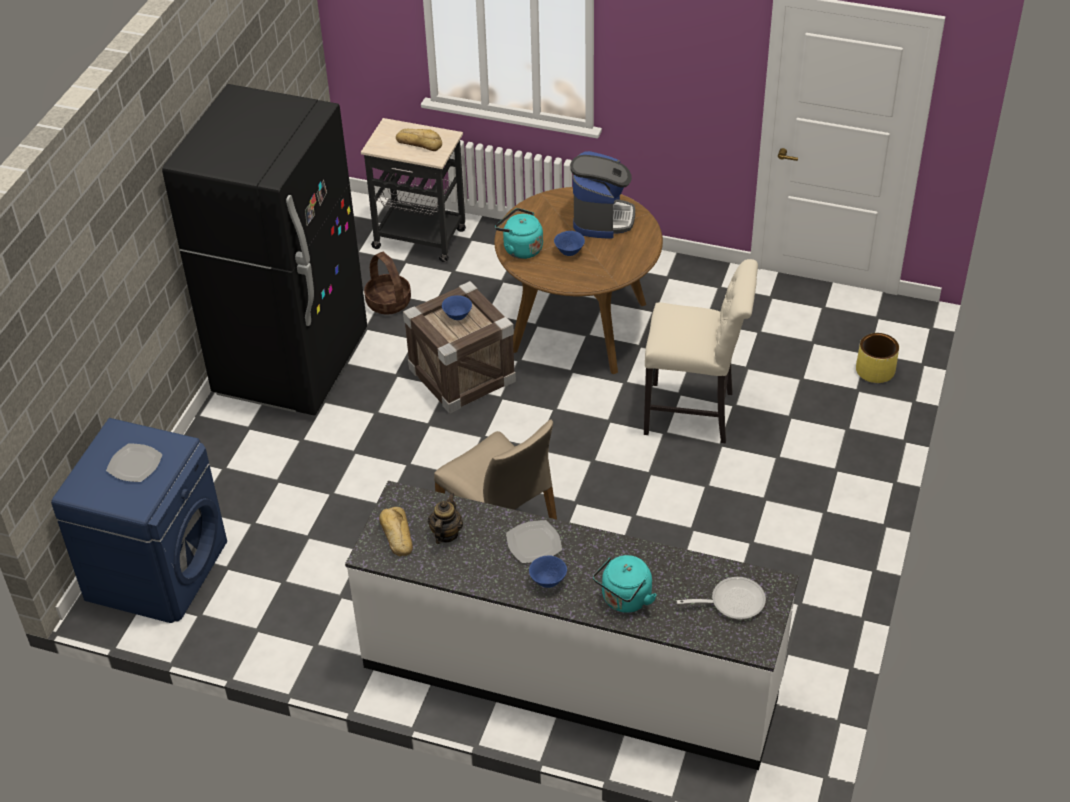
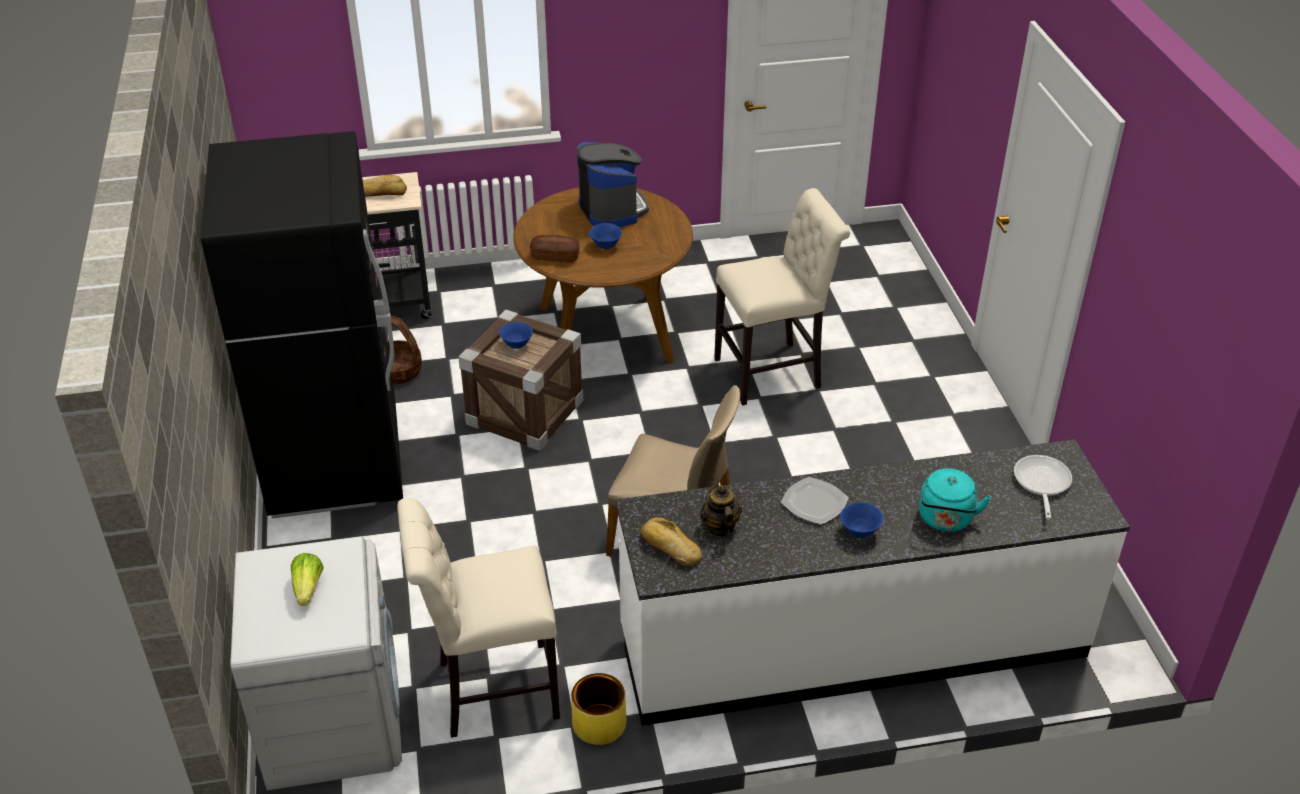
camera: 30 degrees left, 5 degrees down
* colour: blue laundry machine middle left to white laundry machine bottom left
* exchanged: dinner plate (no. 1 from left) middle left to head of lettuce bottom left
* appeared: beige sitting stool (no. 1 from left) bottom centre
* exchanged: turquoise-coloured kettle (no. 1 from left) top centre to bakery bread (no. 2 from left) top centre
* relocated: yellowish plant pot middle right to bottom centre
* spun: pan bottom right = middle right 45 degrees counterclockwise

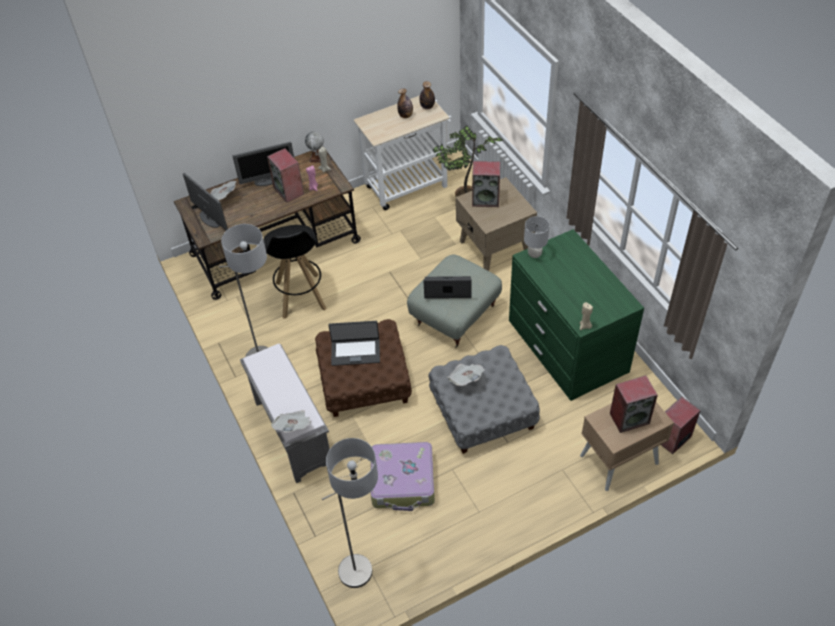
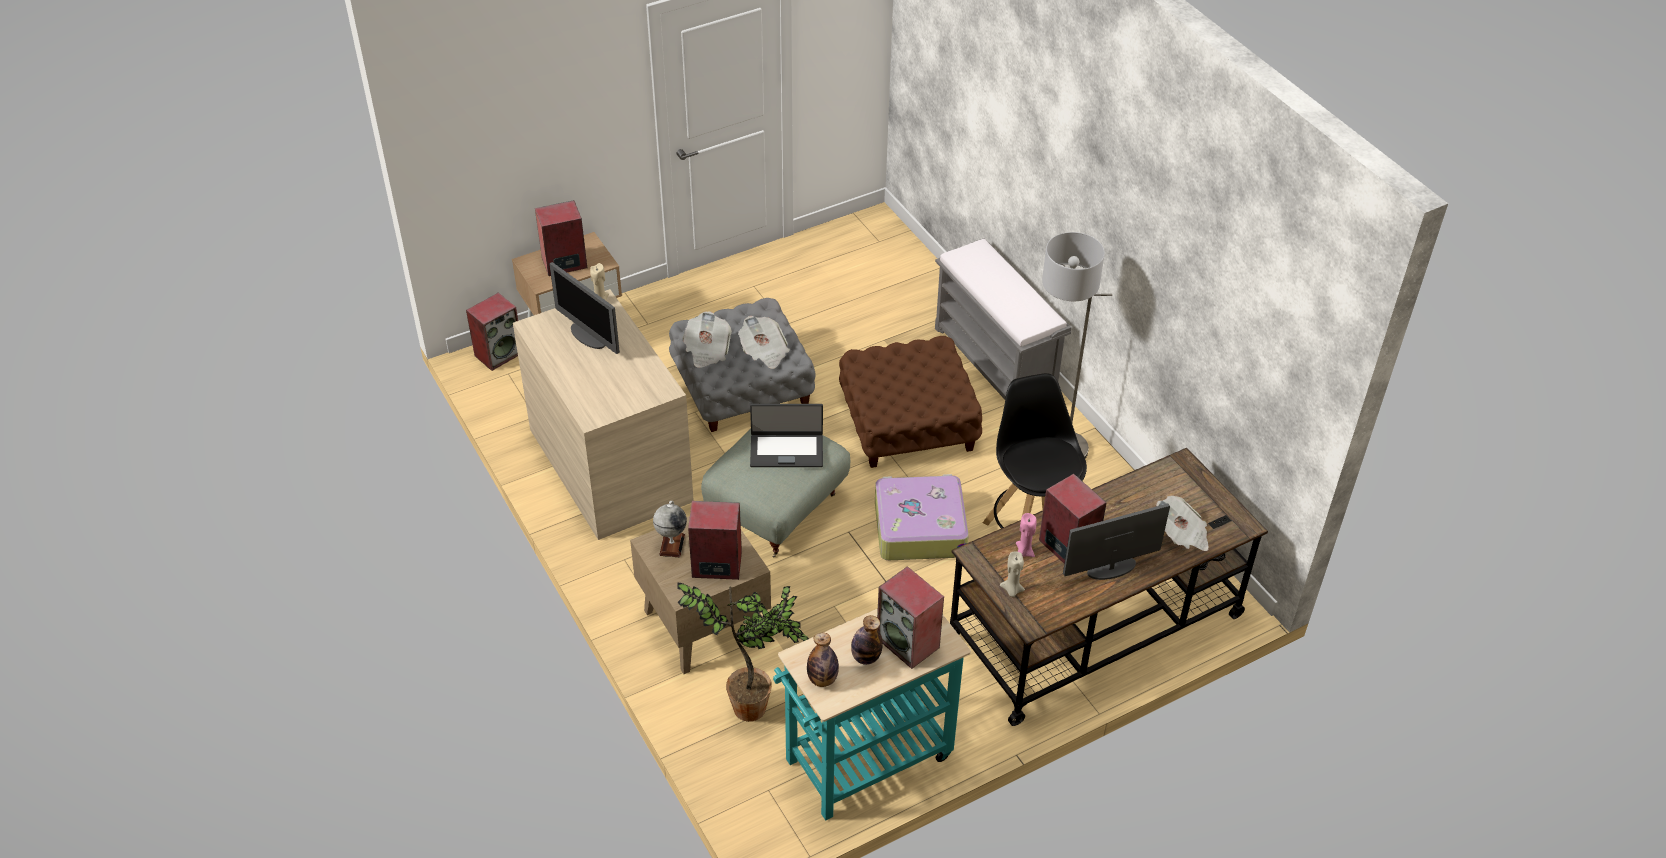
camera: 175 degrees right, 5 degrees down
* colour: green chest of drawers middle right to beige chest of drawers centre
* relocated: computer display (no. 1 from left) top left to centre
* relocated: globe top centre to centre
* relocated: newspaper (no. 2 from left in the first image) bottom centre to newspaper (no. 1 from left) centre
* colour: white wheeled cart top centre to turquoise-coloured wheeled cart bottom centre
* relocated: suitcase bottom centre to centre
* appeared: speaker (no. 4 from left) bottom centre
* missing: greyish standard lamp (no. 2 from left) bottom centre
* missing: portable computer (no. 1 from left) centre
* missing: greyish tabletop lamp centre

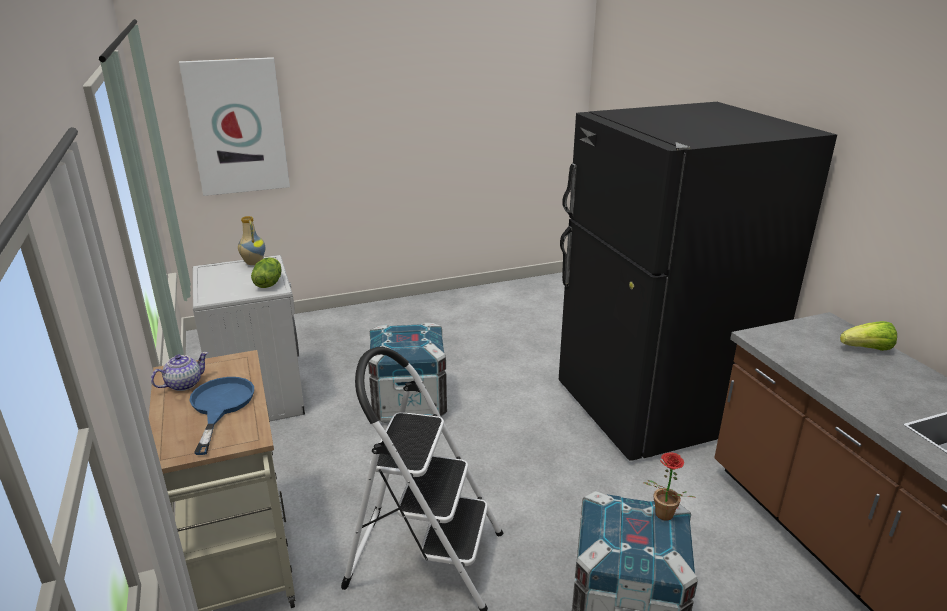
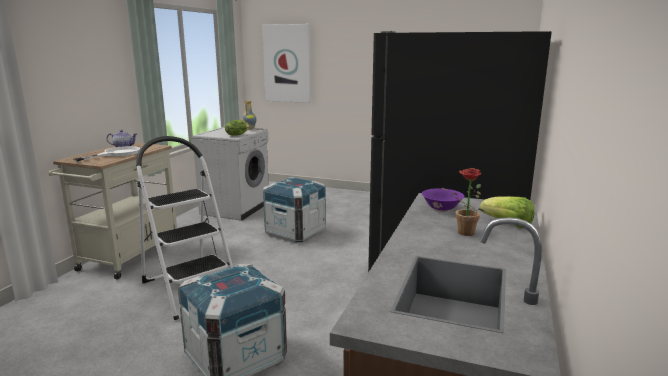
camera: 40 degrees right, 10 degrees down
* colour: blue pan bottom left to white pan middle left
* appeared: purple serving bowl centre
* relocated: potted plant bottom right to middle right

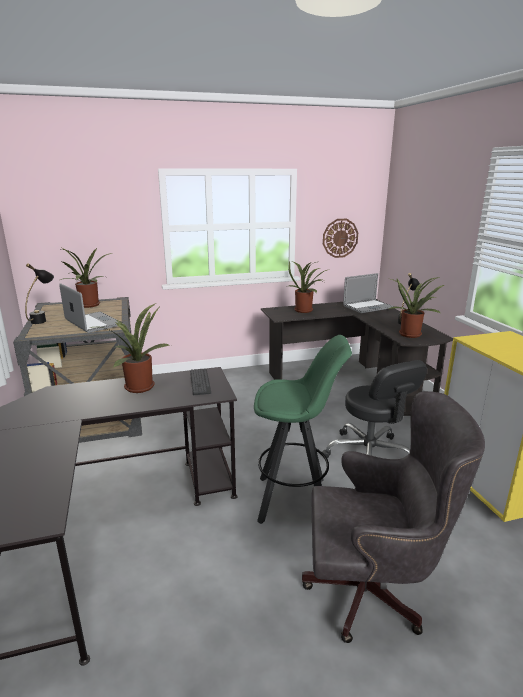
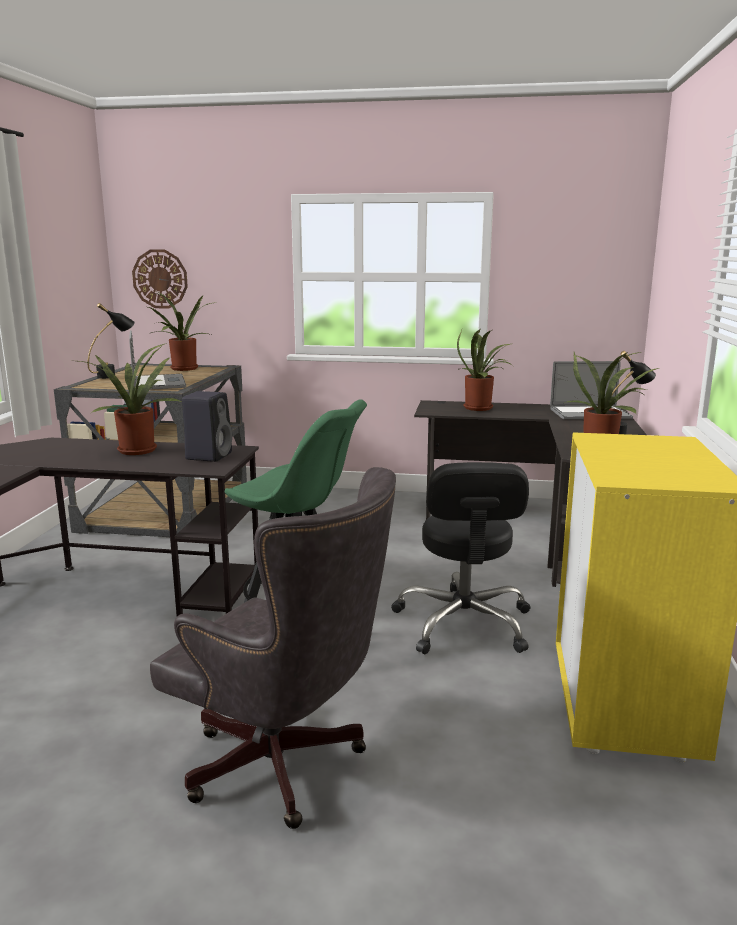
camera: 25 degrees right, 5 degrees down
* relocated: hanging clock centre to top left
* exchanged: keyboard centre to black-coloured speaker middle left

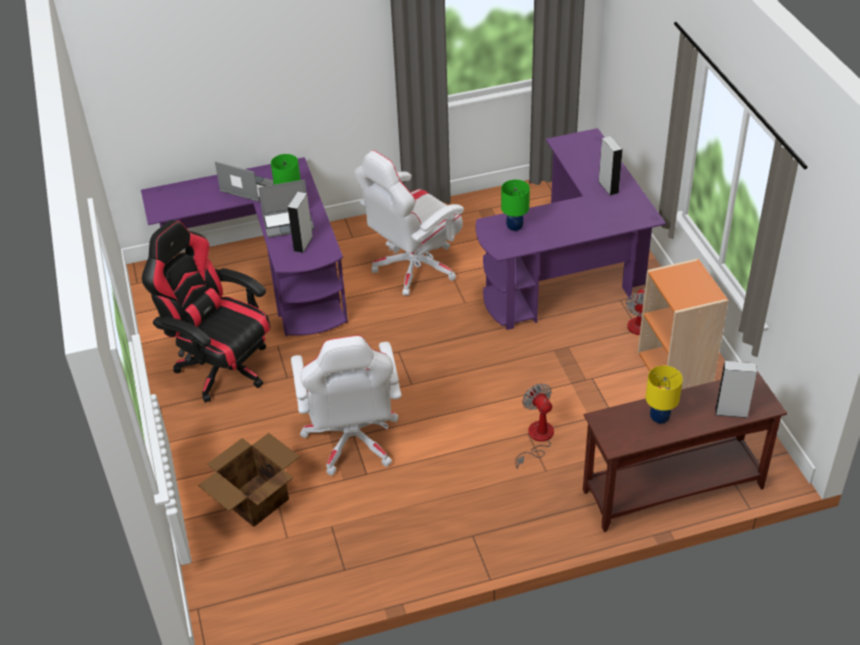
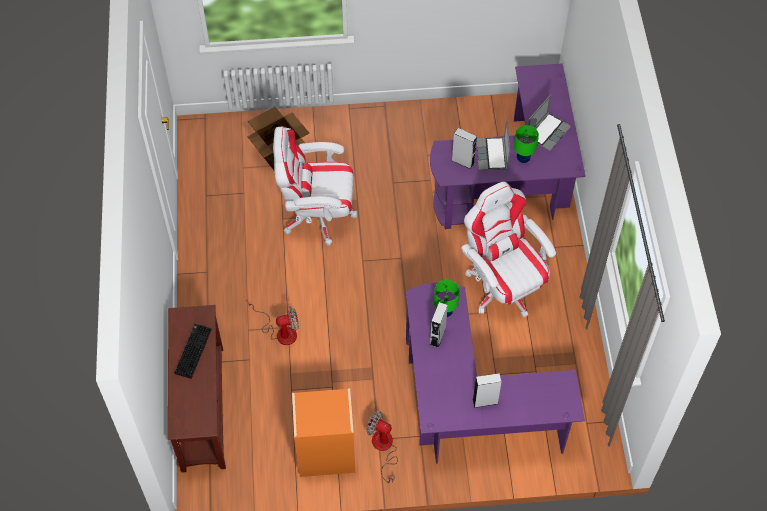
camera: 100 degrees right, 15 degrees up
* exchanged: yellowish tabletop lamp middle right to keyboard bottom left
* relocated: greyish speaker (no. 3 from left in the first image) middle right to greyish speaker (no. 1 from left) centre
* missing: black-coloured computer chair middle left

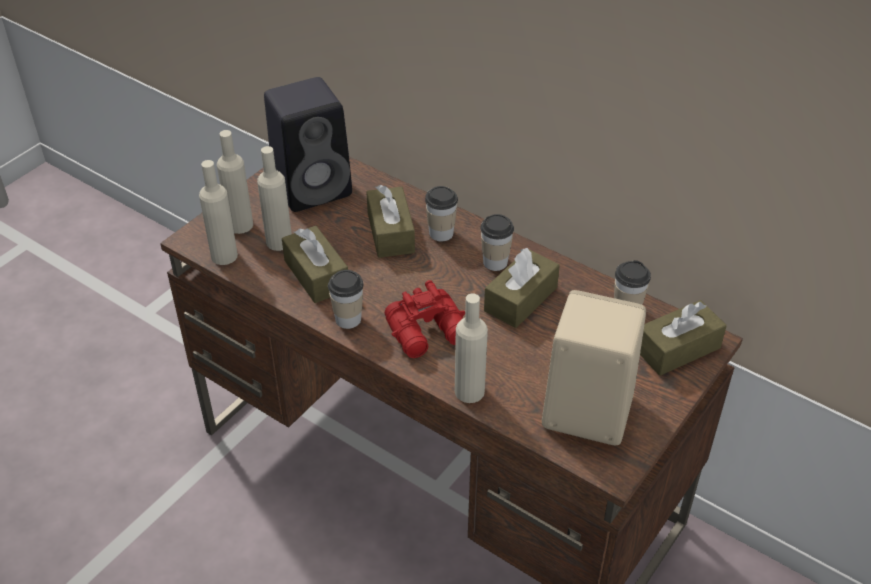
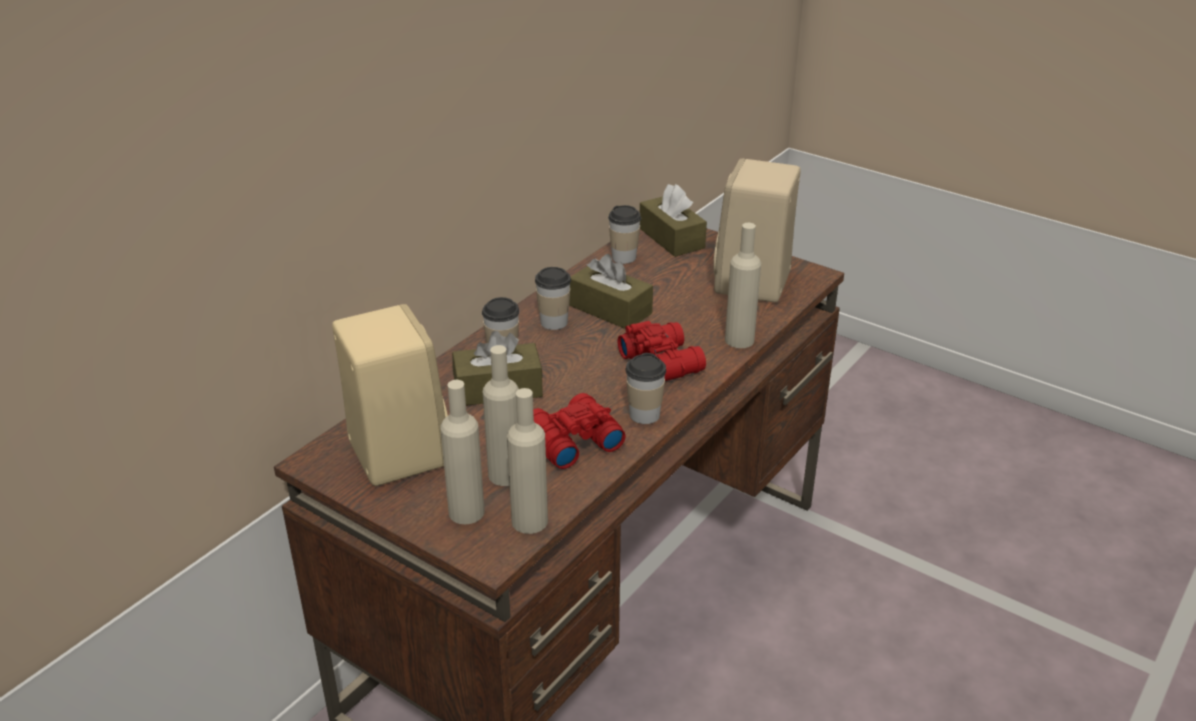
camera: 90 degrees left, 10 degrees down
* colour: black-coloured speaker top centre to beige speaker (no. 1 from left) middle left
* exchanged: brown-coloured tissue holder (no. 1 from left) centre to red binoculars (no. 1 from left) centre

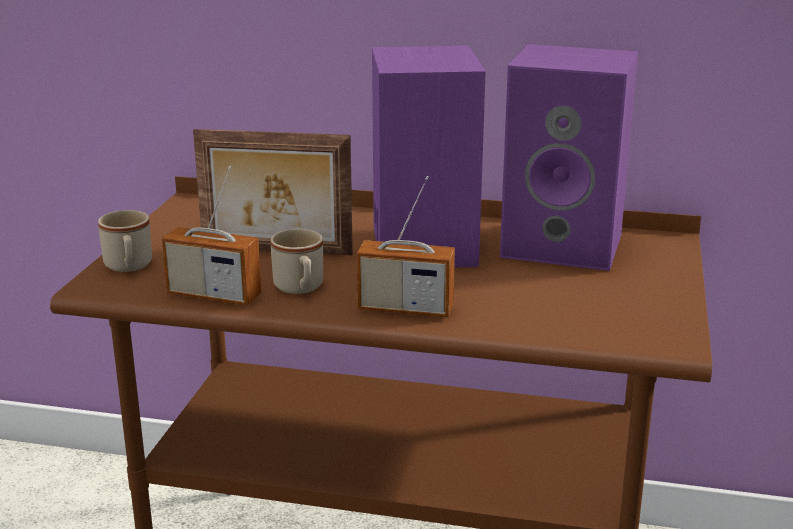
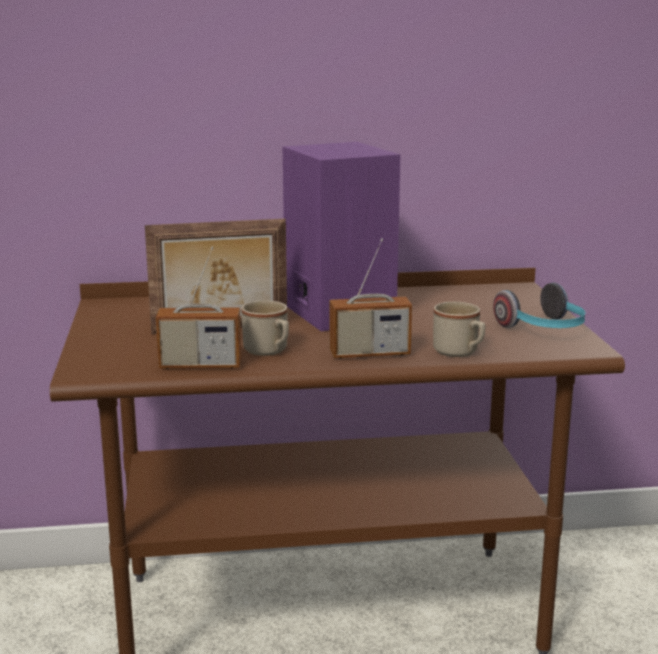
camera: 20 degrees left, 5 degrees down
* relocated: beige coffee mug (no. 1 from left in the first image) middle left to beige coffee mug (no. 2 from left) middle right
* appeared: headphones middle right
* missing: purple speaker (no. 2 from left) top right

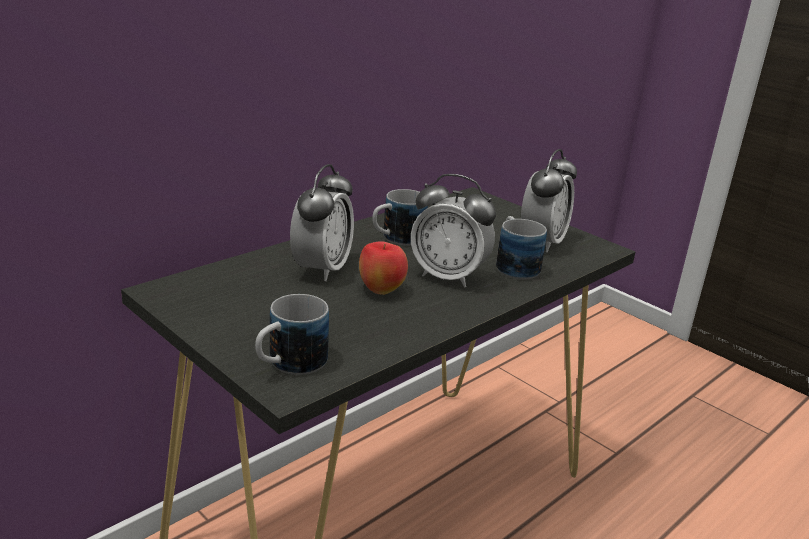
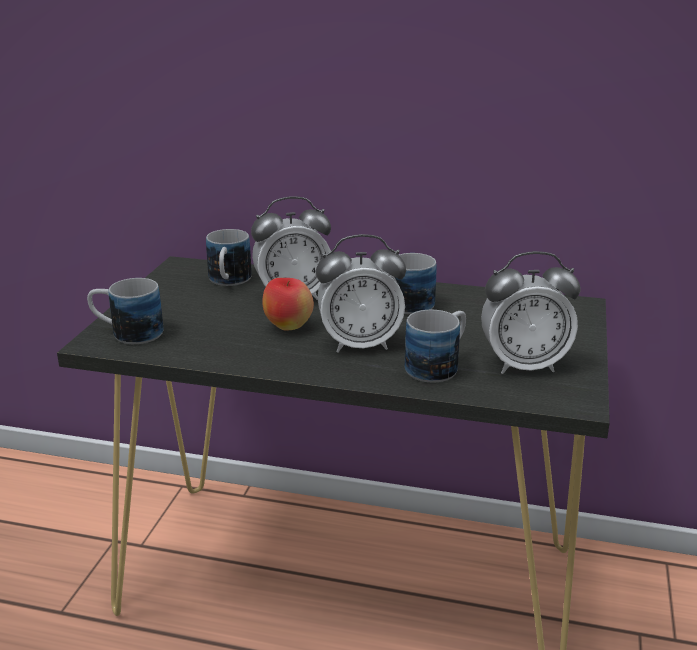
camera: 60 degrees right, 0 degrees up
* appeared: coffee mug (no. 2 from left) middle left
* spun: alarm clock (no. 2 from left) centre = centre 90 degrees counterclockwise

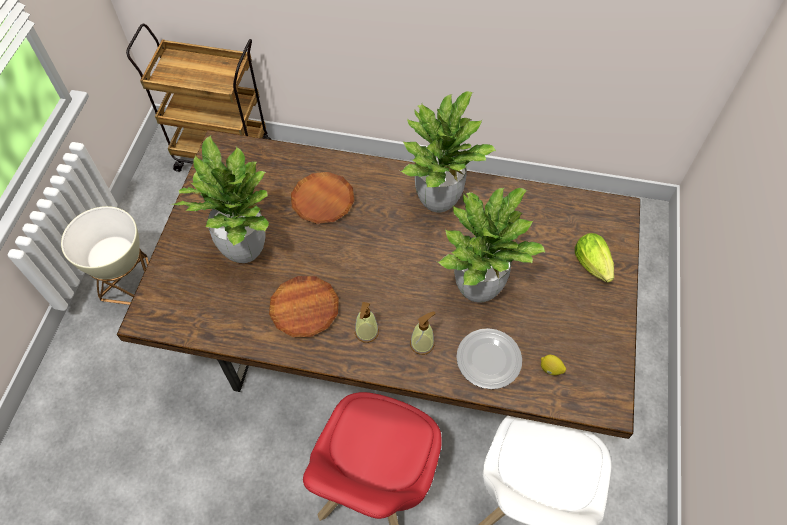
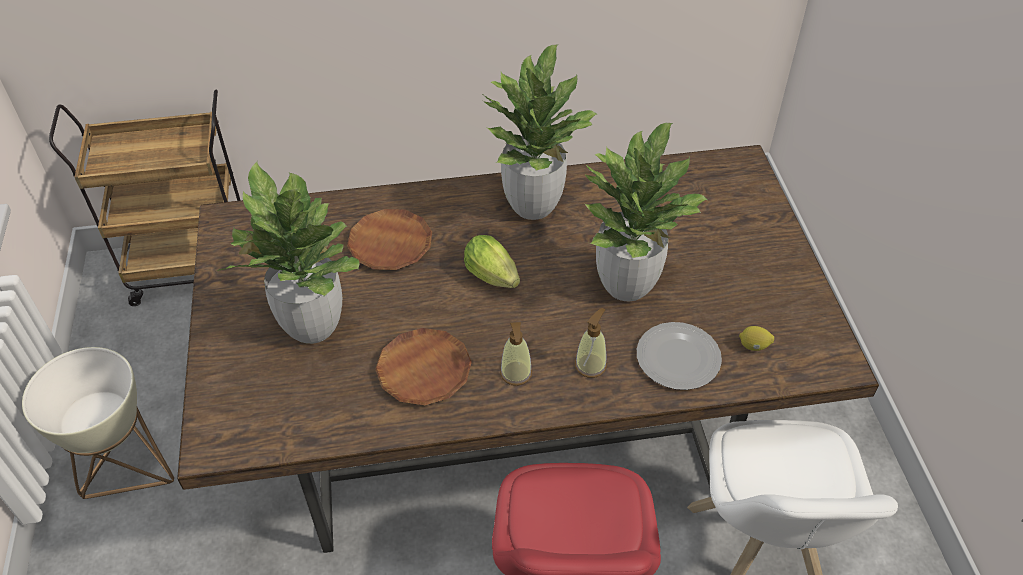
camera: 20 degrees left, 10 degrees down
* relocated: head of lettuce middle right to centre

